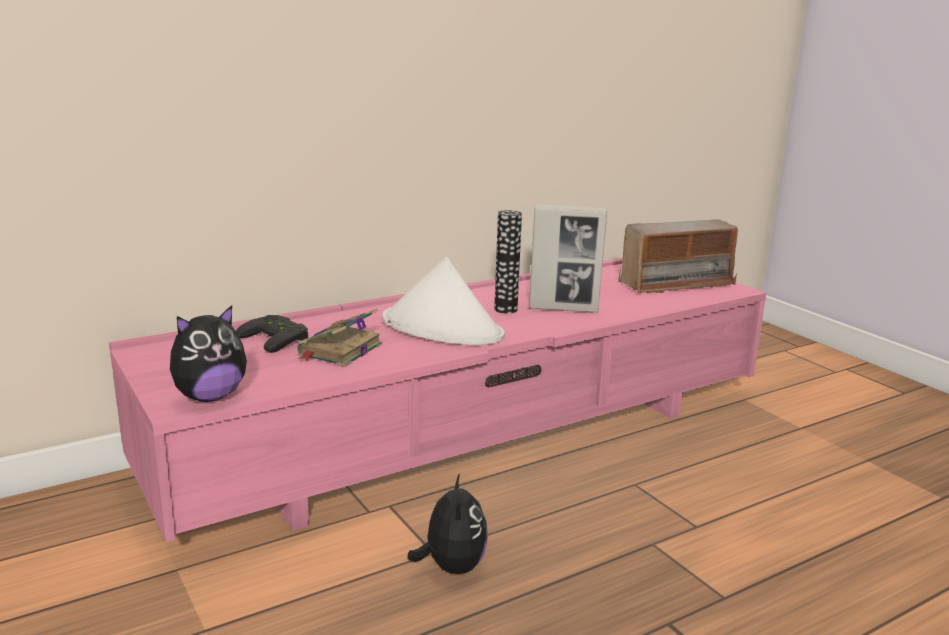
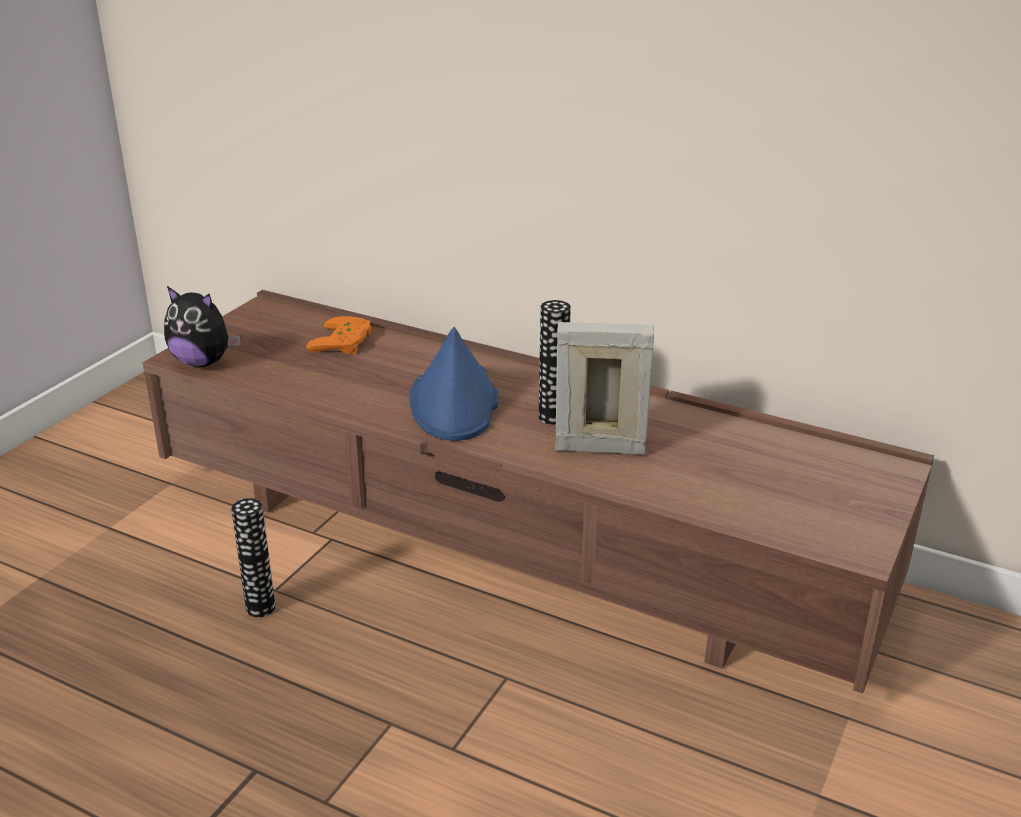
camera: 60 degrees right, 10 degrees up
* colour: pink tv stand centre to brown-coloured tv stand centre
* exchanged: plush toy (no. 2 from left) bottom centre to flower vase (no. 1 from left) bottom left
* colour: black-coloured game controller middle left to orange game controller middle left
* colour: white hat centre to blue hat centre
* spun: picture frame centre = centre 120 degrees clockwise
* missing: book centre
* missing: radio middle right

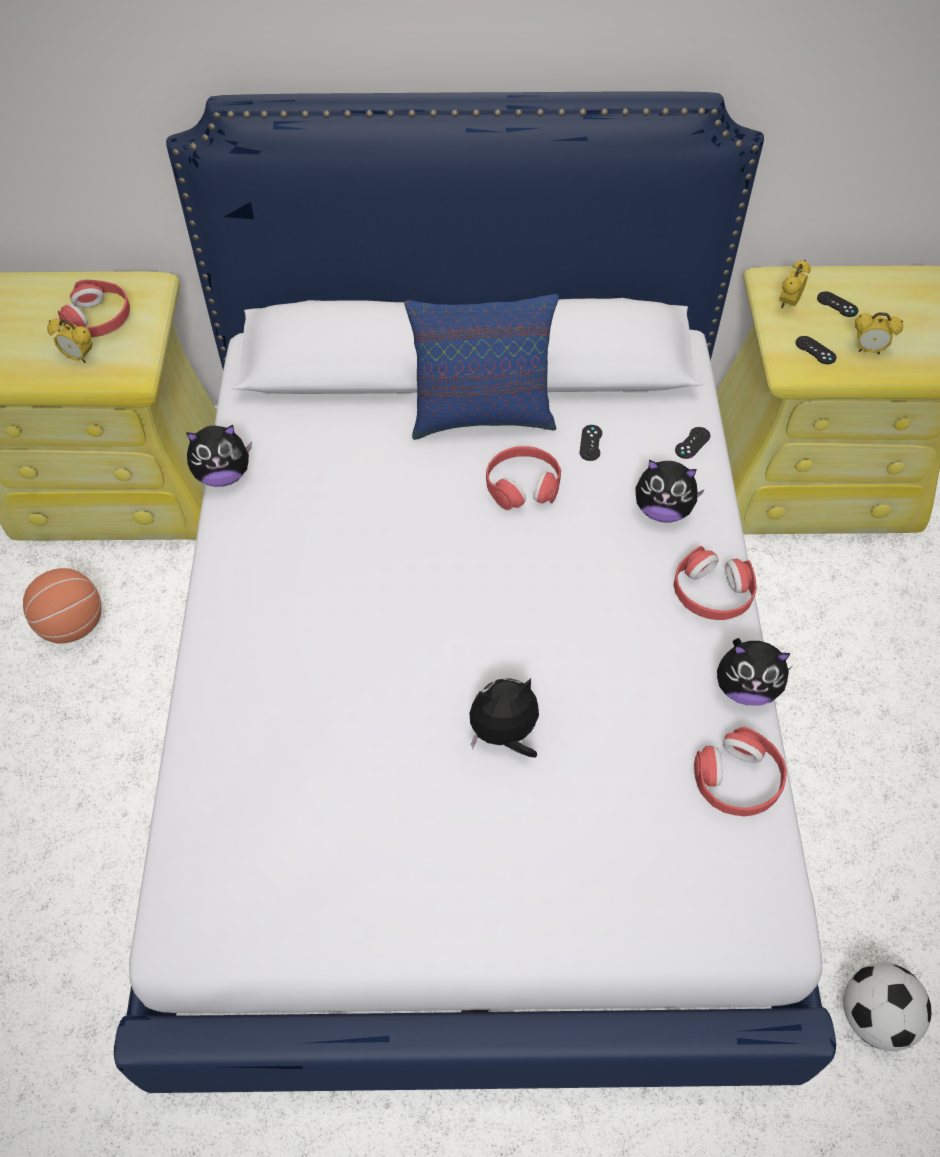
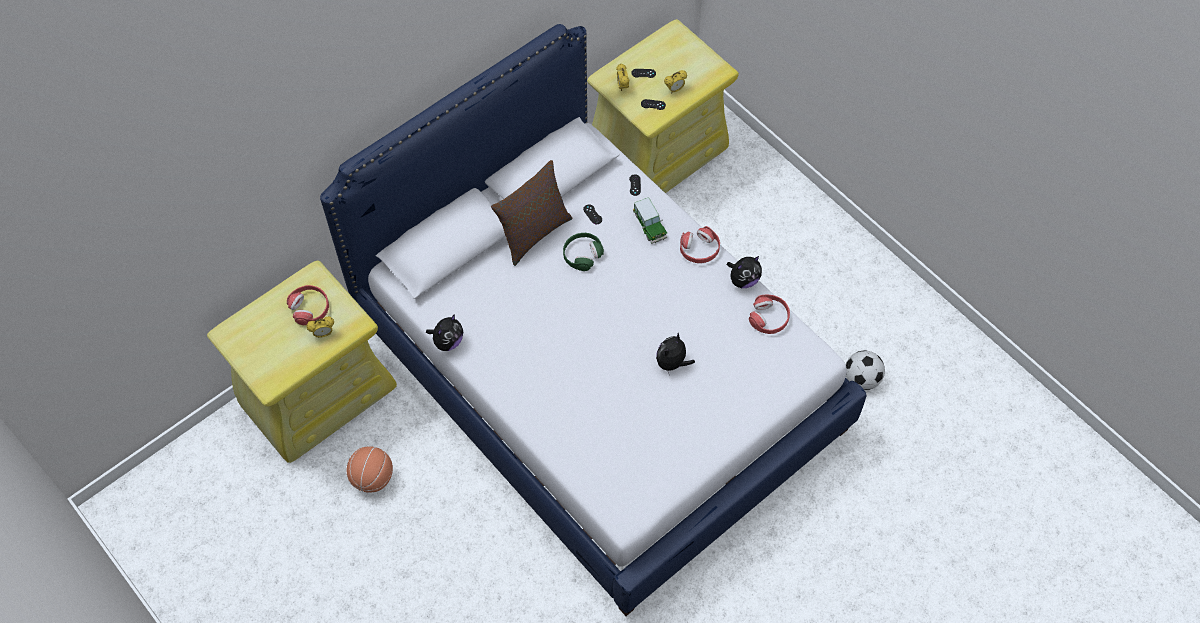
camera: 40 degrees left, 5 degrees up
* colour: blue throw pillow top centre to brown-coloured throw pillow centre
* colour: red headphones (no. 2 from left) centre to green headphones centre
* exchanged: plush toy (no. 3 from left) middle right to toy car centre

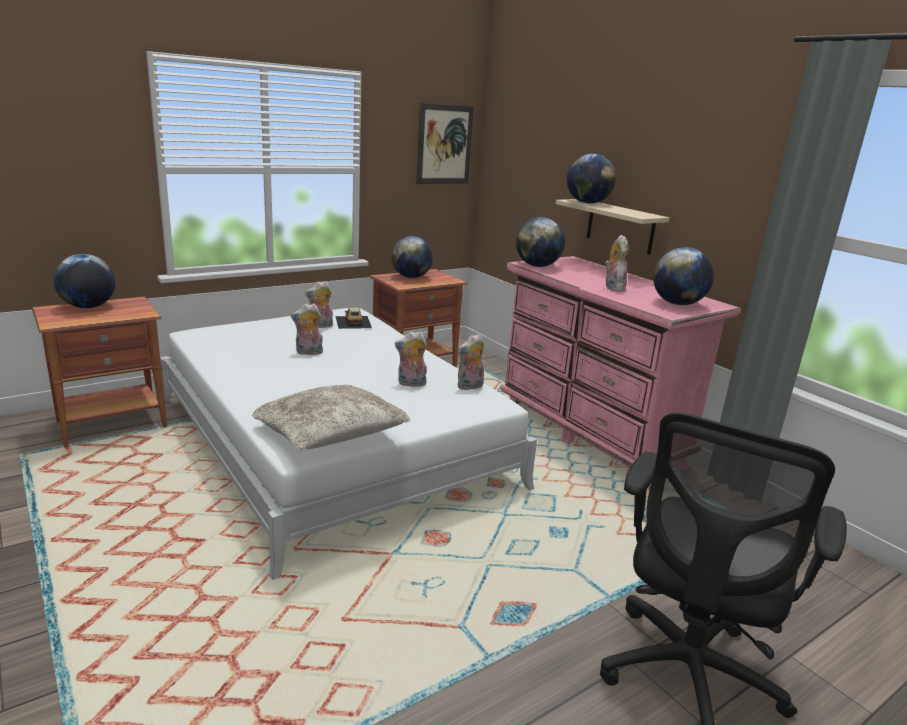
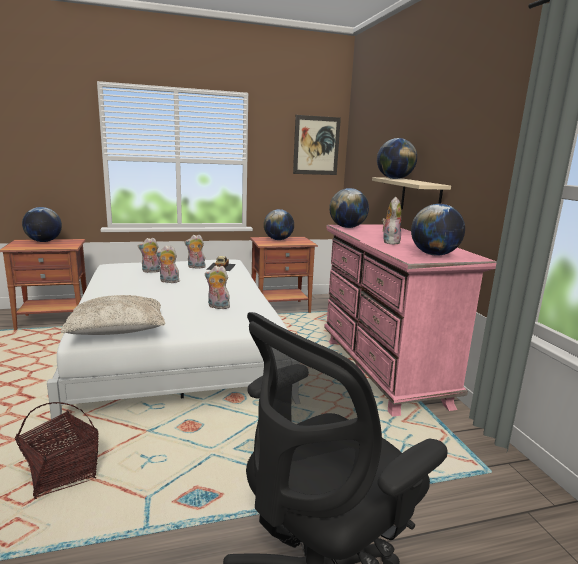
camera: 20 degrees right, 5 degrees down
* appeared: household basket bottom left
* relocated: plush toy (no. 4 from left in the first image) centre to plush toy (no. 1 from left) middle left

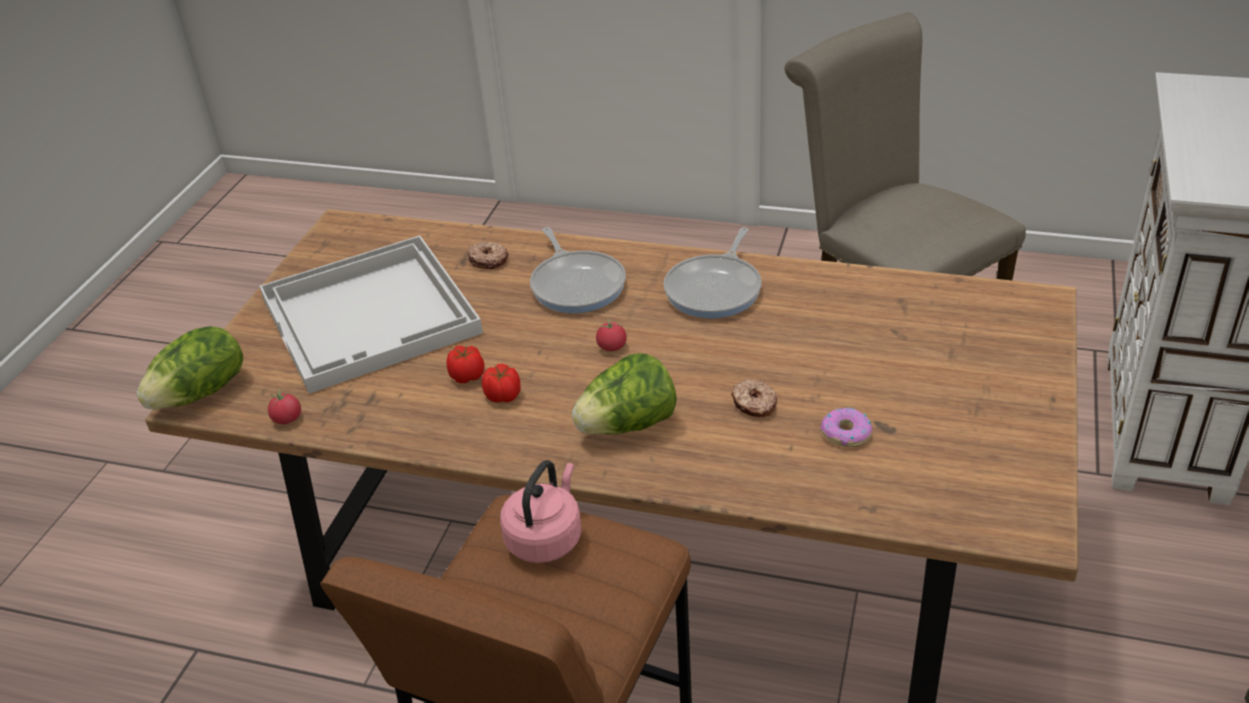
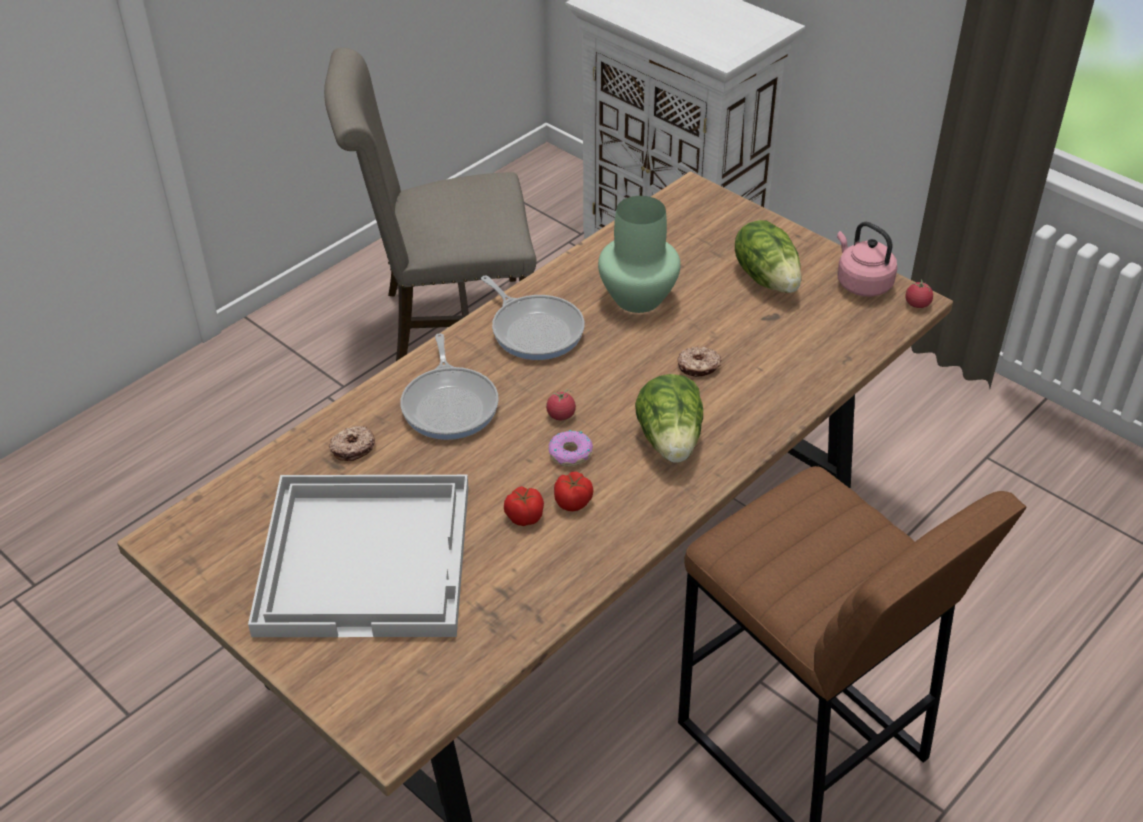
camera: 65 degrees left, 5 degrees up
* spun: pan (no. 1 from left) centre = centre 75 degrees clockwise
* relocated: ring doughnut (no. 3 from left in the first image) middle right to ring doughnut (no. 2 from left) centre
* appeared: green flower vase top centre
* relocated: head of lettuce (no. 1 from left in the first image) middle left to head of lettuce (no. 2 from left) top right
* relocated: pink kettle bottom centre to top right
* relocated: fresh tomato (no. 1 from left in the first image) middle left to fresh tomato (no. 4 from left) middle right

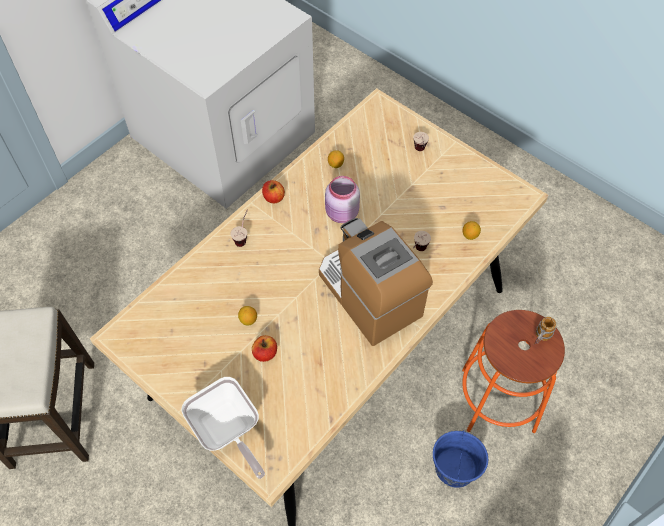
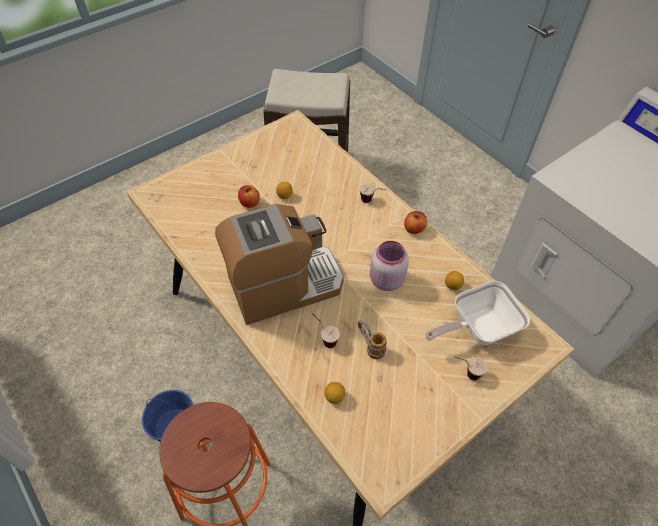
camera: 100 degrees right, 5 degrees down
* relocated: coffee mug middle right to centre
* relocated: pan bottom centre to middle right

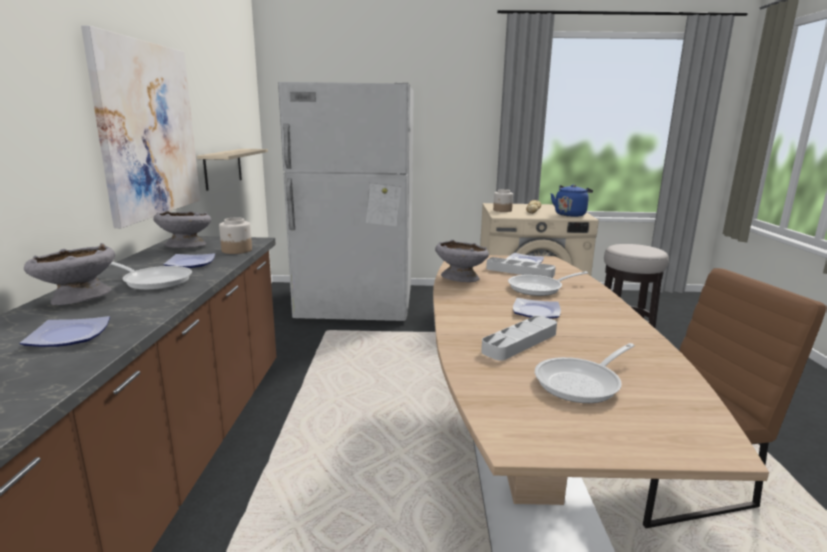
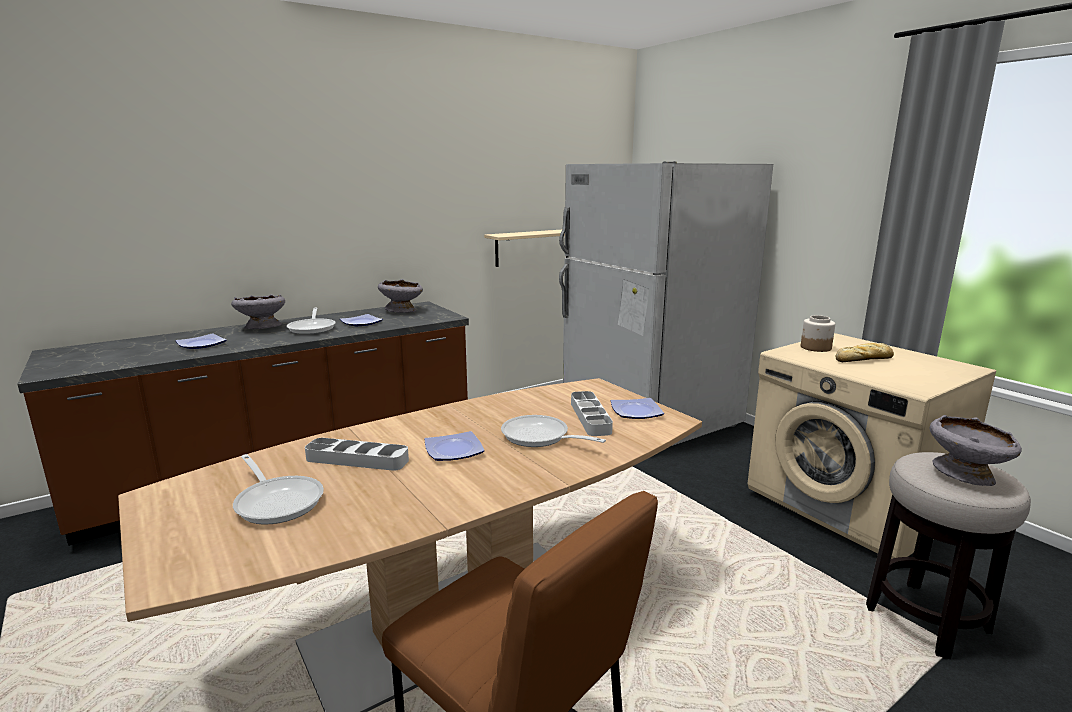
camera: 55 degrees right, 0 degrees up
* spun: pan (no. 3 from left in the first image) bottom right = bottom left 150 degrees counterclockwise
* relocated: greyish serving bowl (no. 3 from left) centre to middle right
* missing: wall picture top left
* missing: jar (no. 1 from left) middle left
* missing: blue kettle middle right

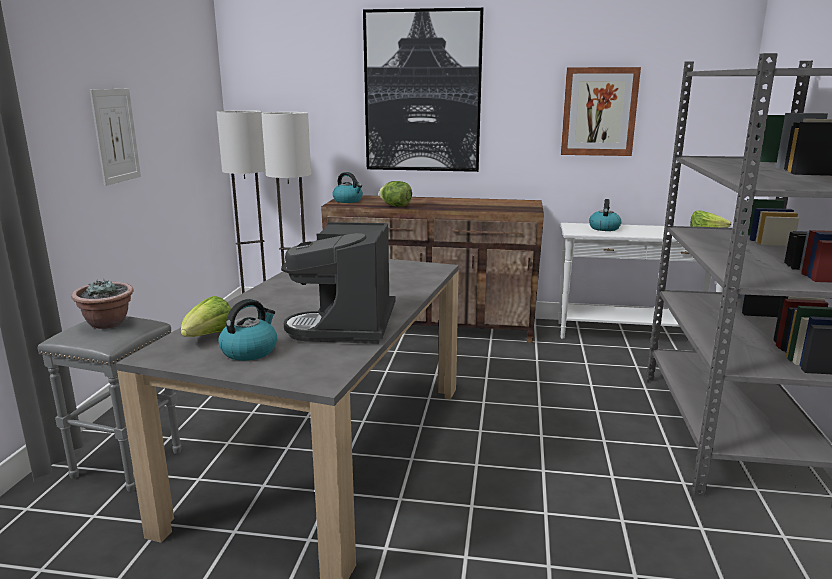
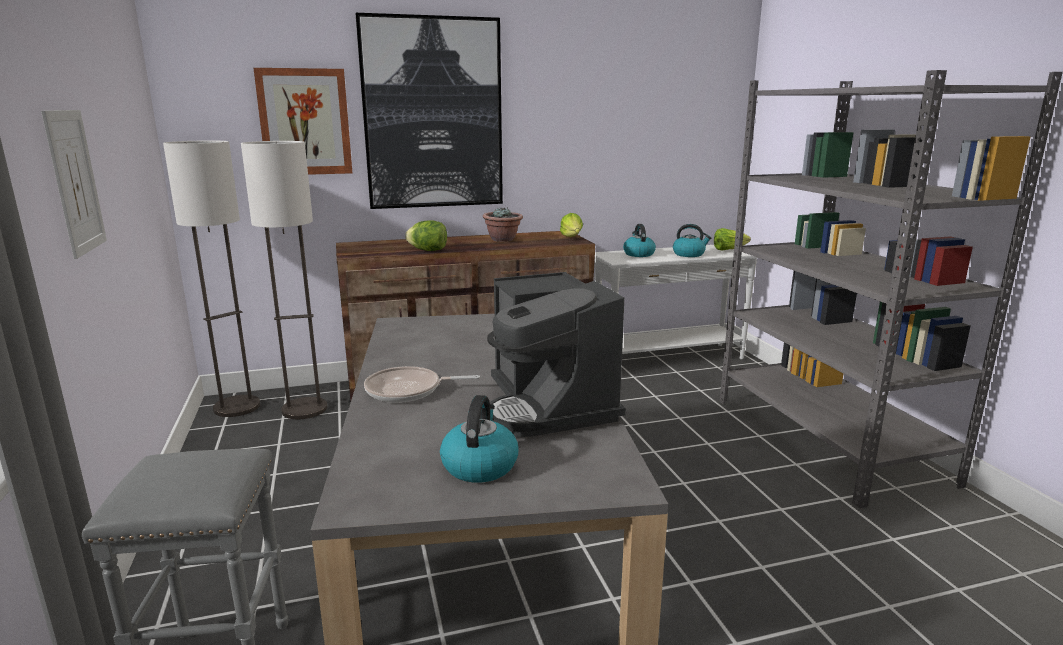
camera: 25 degrees left, 0 degrees up
* relocated: wall picture (no. 3 from left in the first image) top right to wall picture (no. 2 from left) top left
* appeared: pan centre
* relocated: potted plant middle left to centre
* relocated: head of lettuce (no. 1 from left in the first image) middle left to head of lettuce (no. 2 from left) centre
* relocated: kettle (no. 2 from left in the first image) top centre to kettle (no. 3 from left) centre

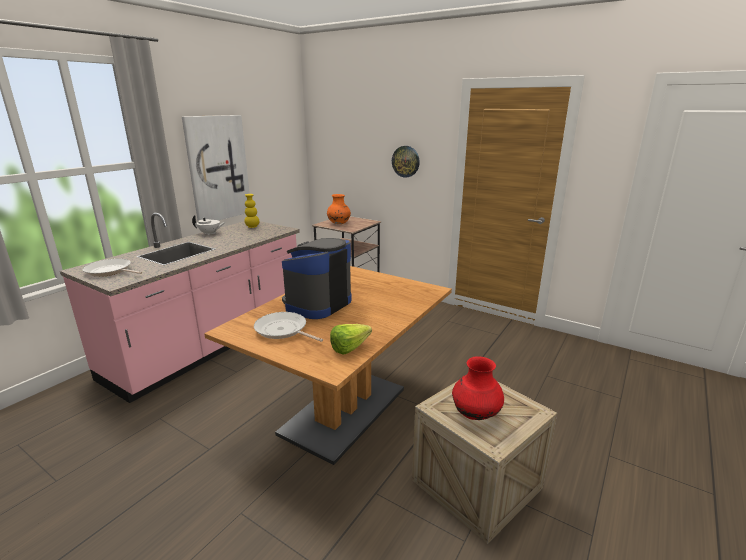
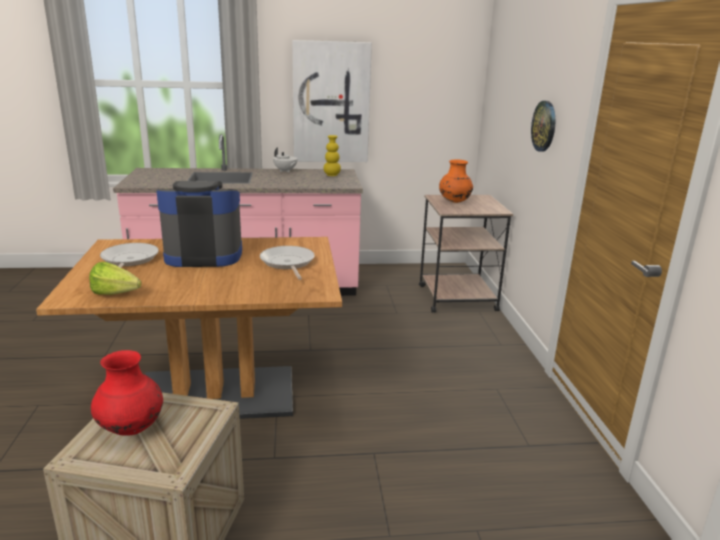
camera: 50 degrees right, 0 degrees up
* relocated: pan (no. 1 from left in the first image) middle left to pan (no. 2 from left) centre

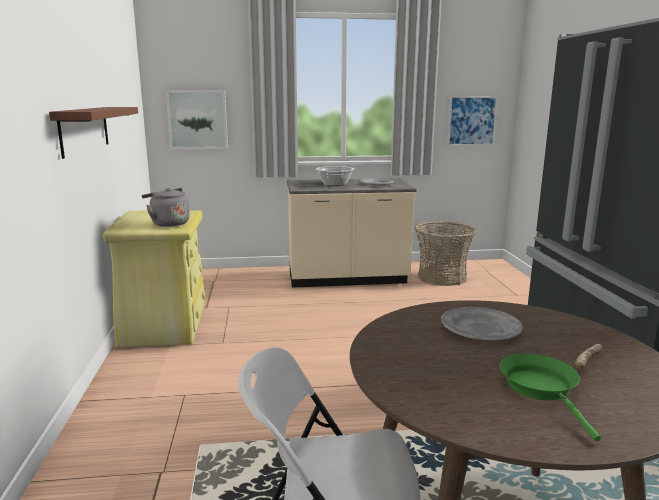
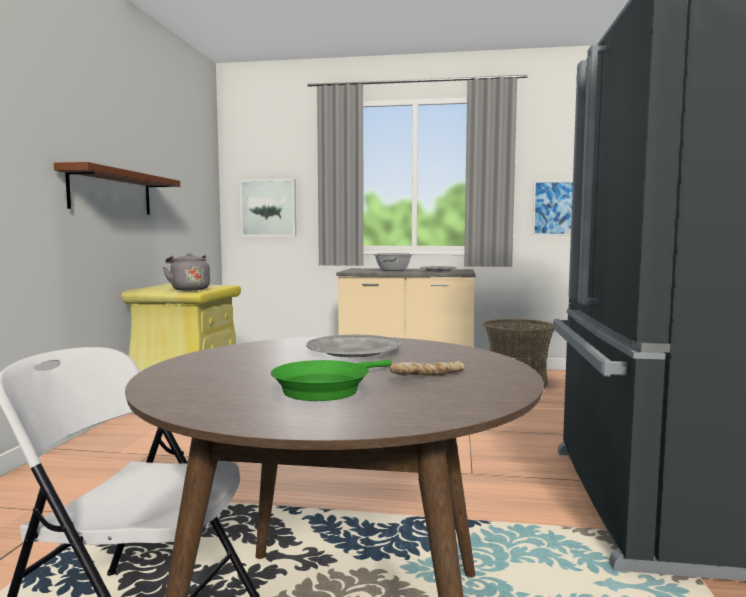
camera: 15 degrees right, 10 degrees down
* spun: green pan bottom right = centre 150 degrees counterclockwise

